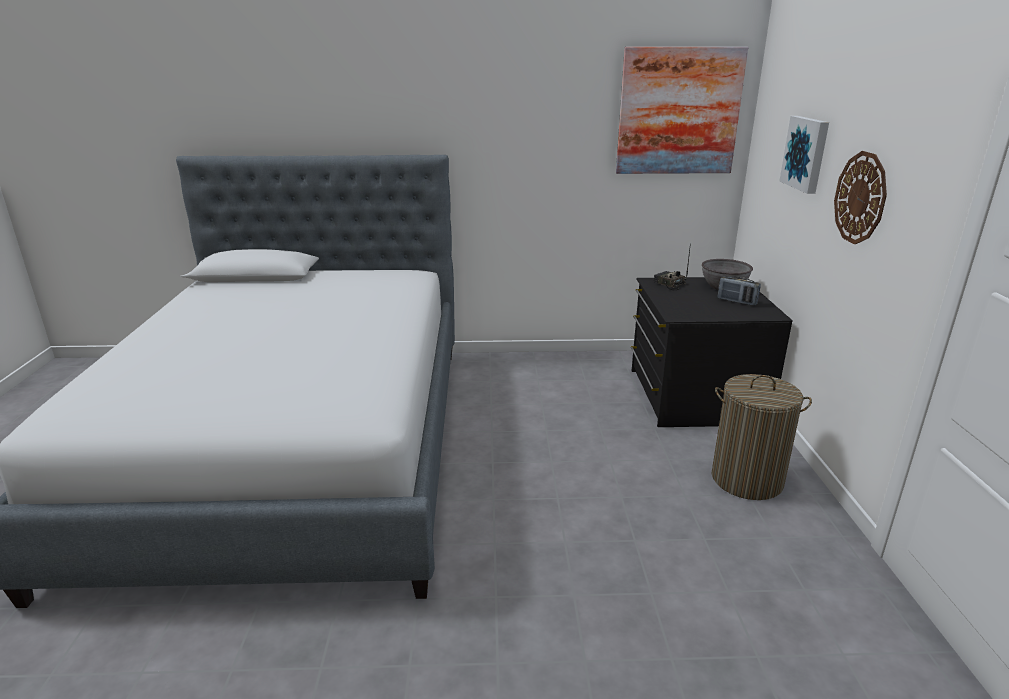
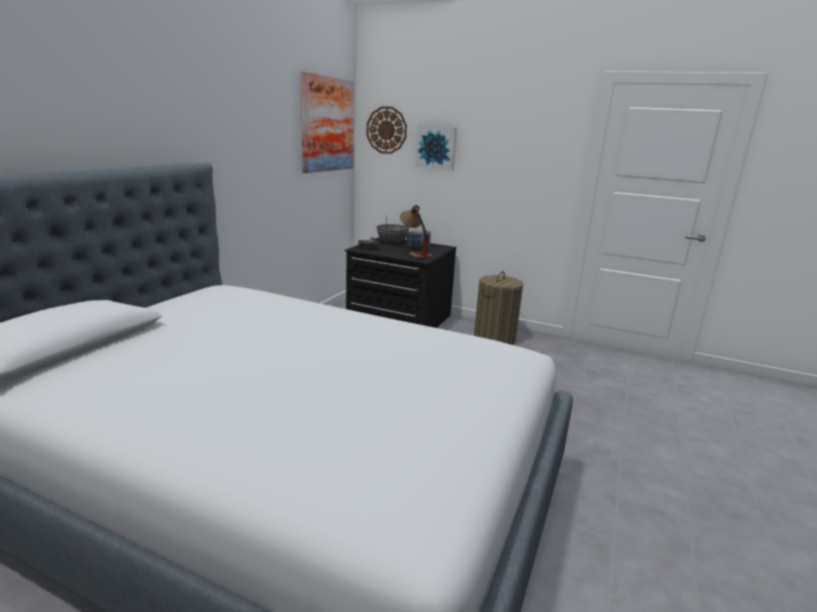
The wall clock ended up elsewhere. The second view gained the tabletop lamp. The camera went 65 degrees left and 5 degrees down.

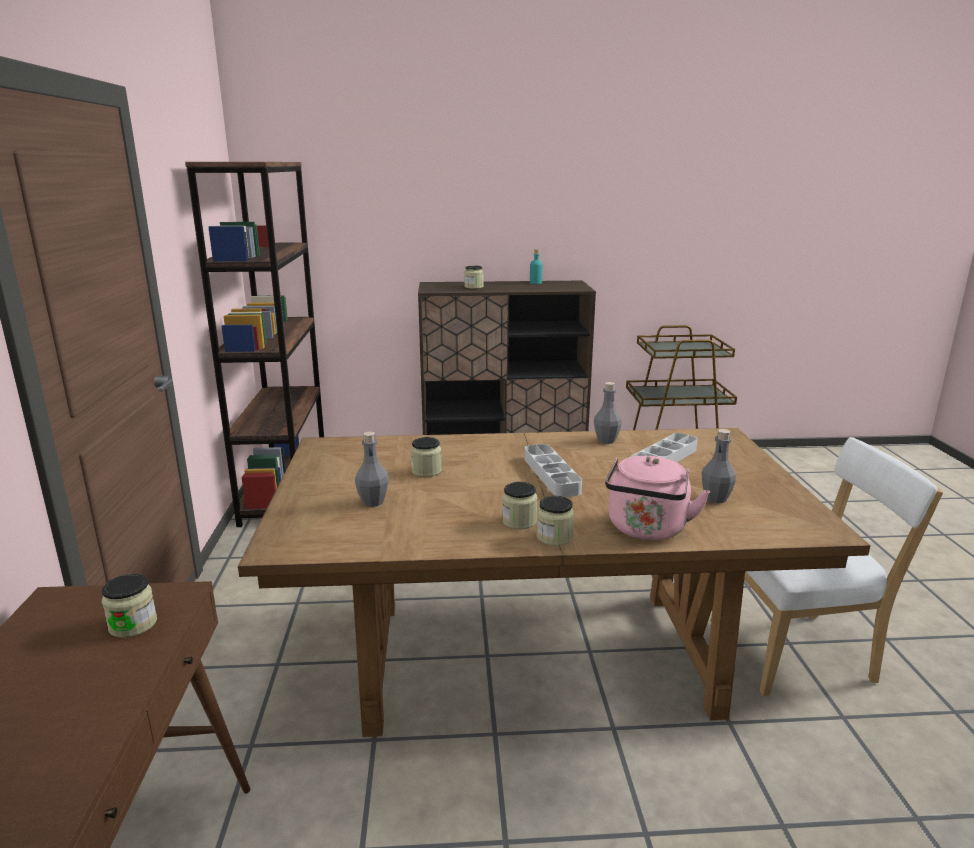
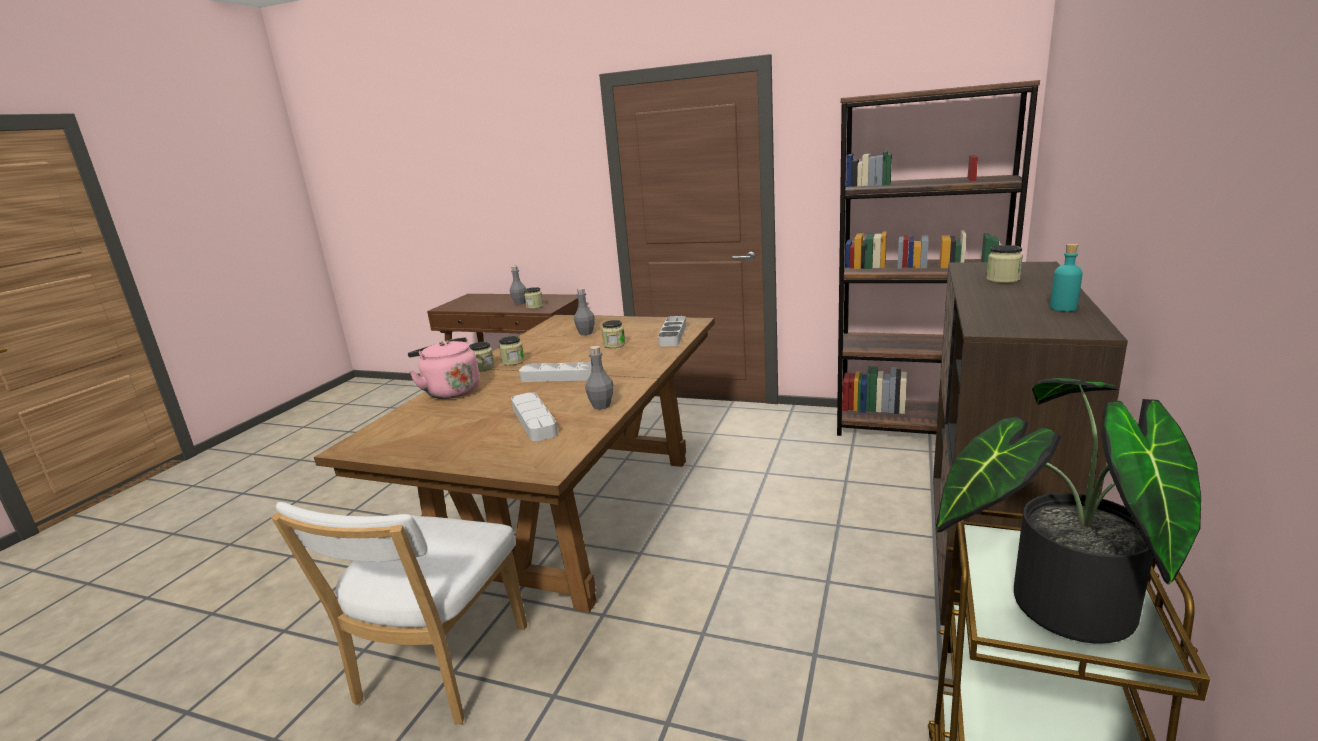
The bottle/gray (3rd from left in the first image) ended up elsewhere. The second view gained the serving tray/gray (3rd from left). The second view gained the houseplant. The camera went 115 degrees right and 0 degrees up.

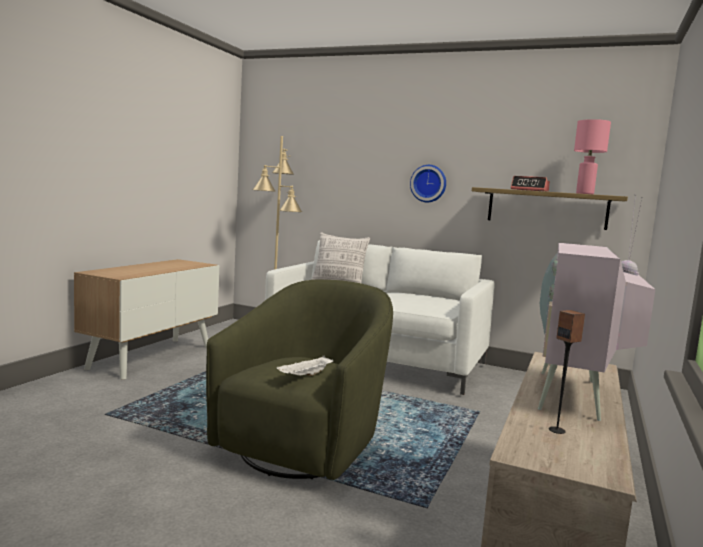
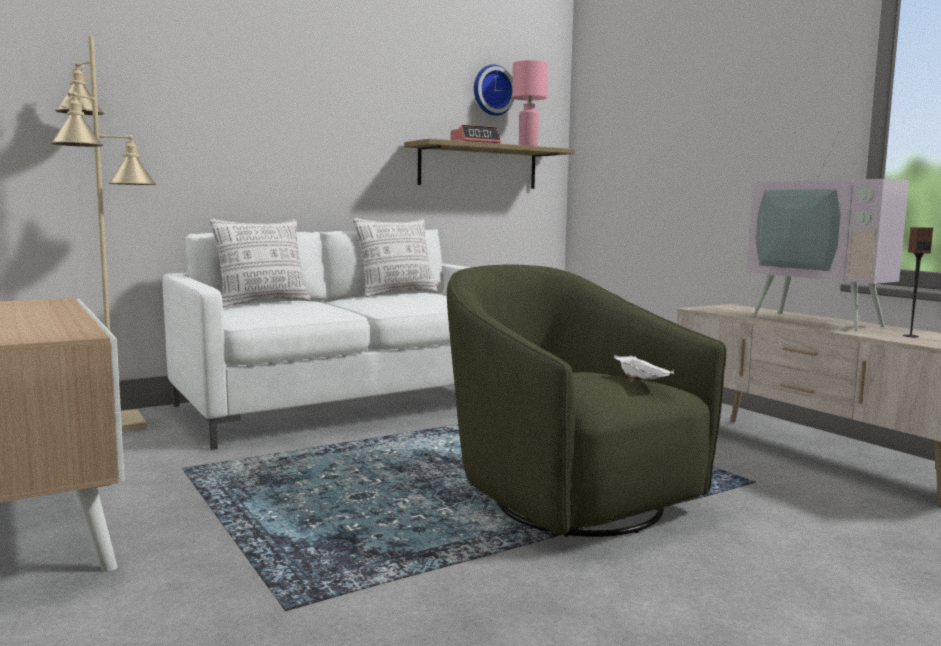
The wall clock ended up elsewhere. The second view gained the pillow (2nd from left). The camera went 55 degrees left and 0 degrees up.

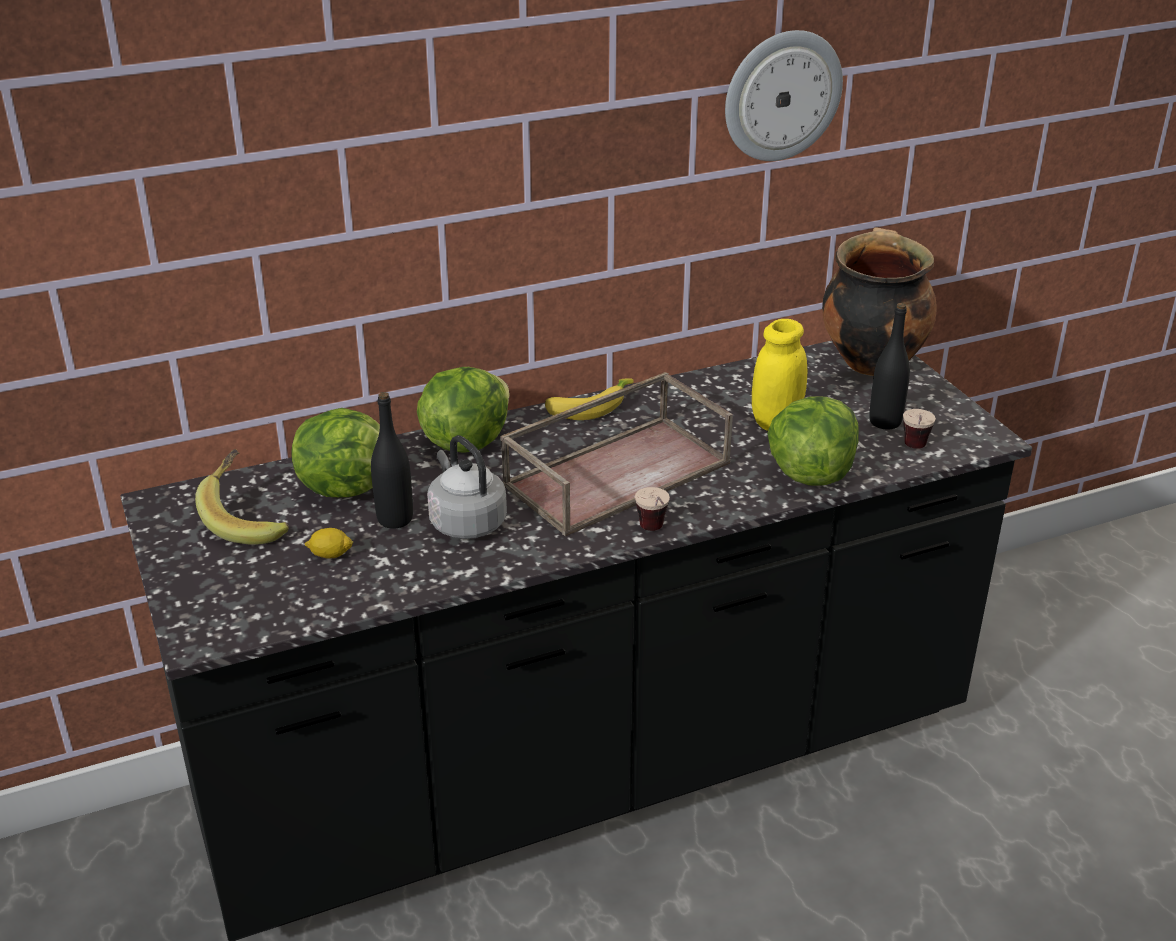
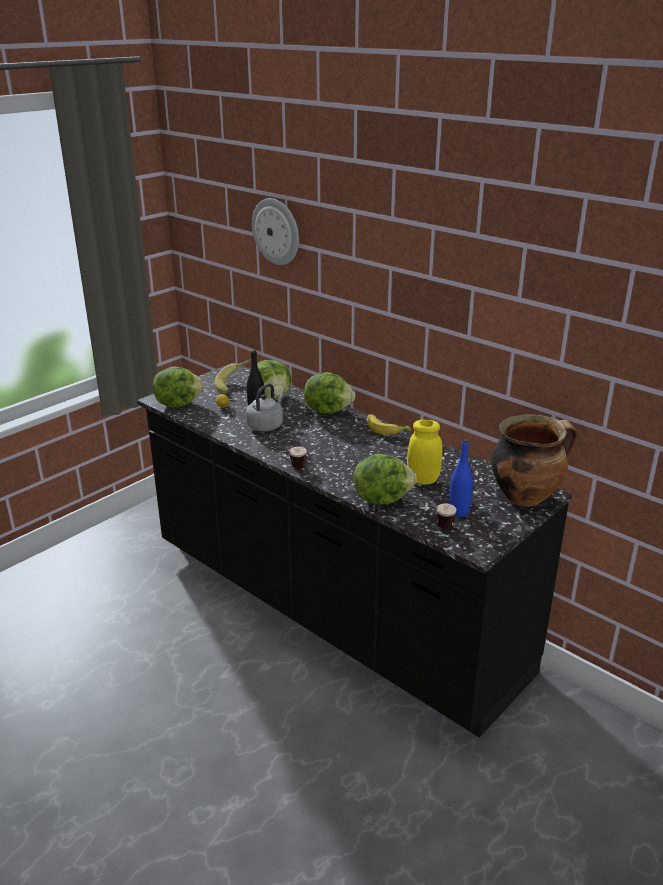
The second view lost the serving tray/brown-coloured. The wall clock ended up elsewhere. What was the bottle/black (2nd from left) turned into the bottle/bluish. The second view gained the lettuce head (1st from left). The camera went 65 degrees right and 5 degrees down.

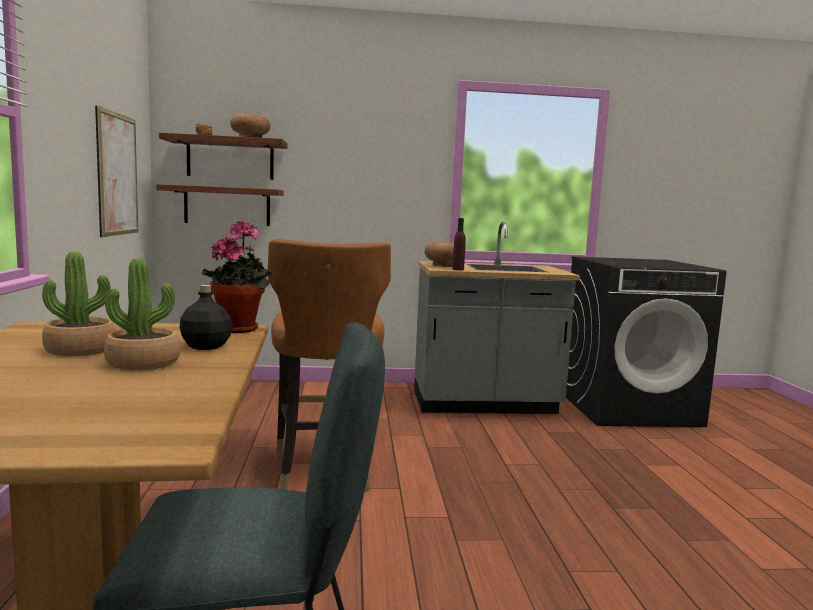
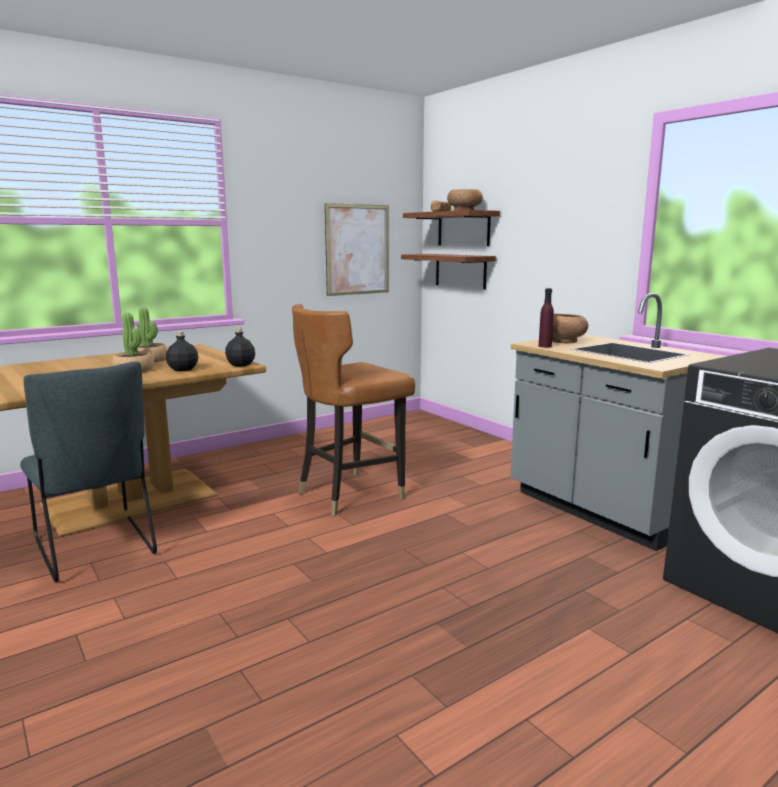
Where the houseplant (3rd from left) stood, the bottle/black (2nd from left) came to stand. The camera went 60 degrees right and 5 degrees up.

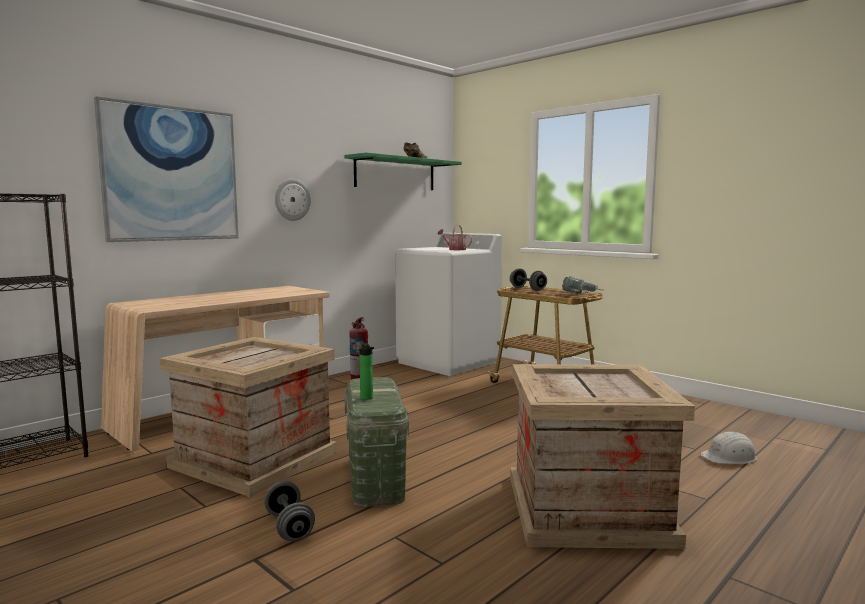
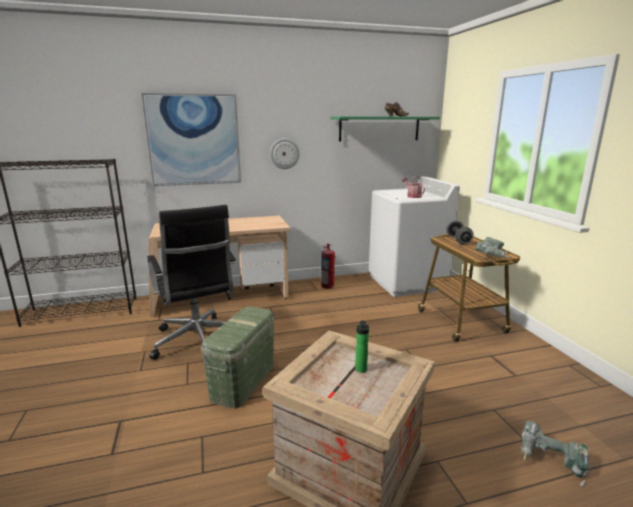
Where the shipping crate (1st from left) stood, the office chair/black came to stand. The second view lost the free weight/gray (1st from left). The bottle ended up elsewhere. Where the hard hat/white-coloured stood, the drill (2nd from left) came to stand. The camera went 30 degrees right and 10 degrees up.

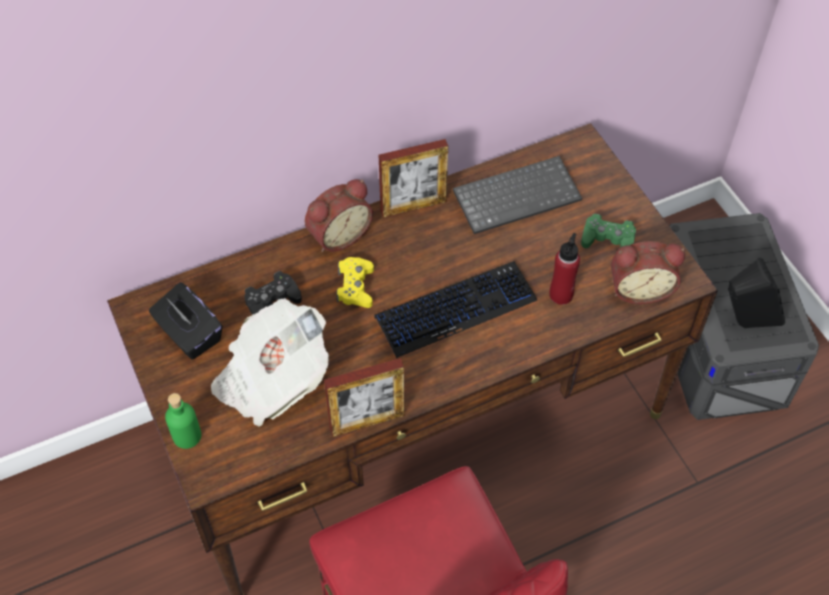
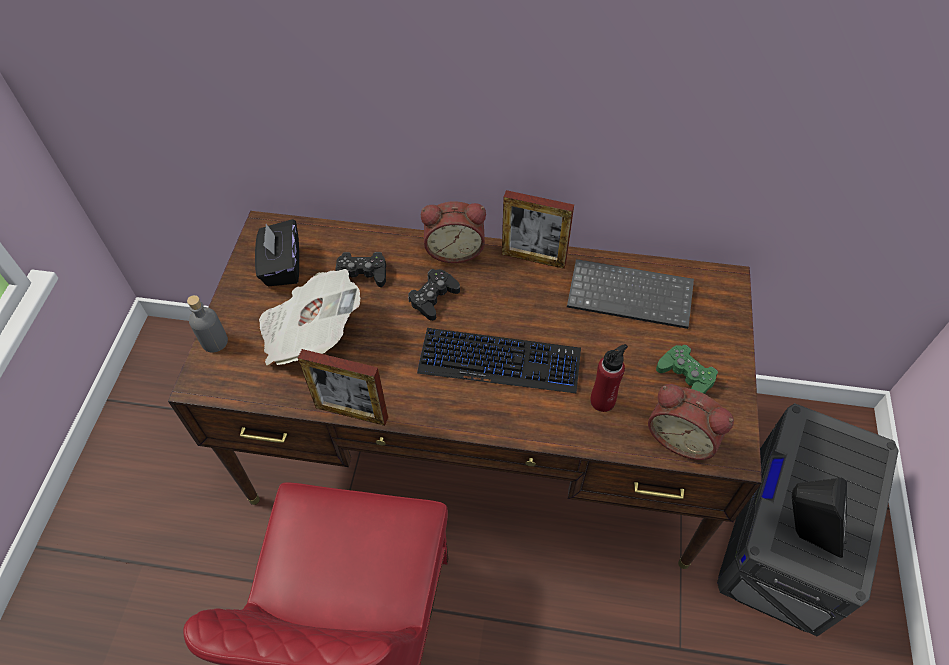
What was the bottle/green turned into the bottle/gray. What was the gamepad/yellowish turned into the gamepad/black (2nd from left). The camera went 35 degrees right and 0 degrees up.

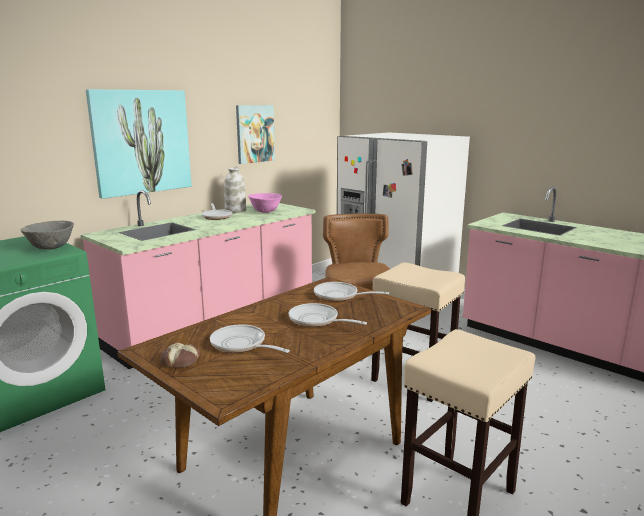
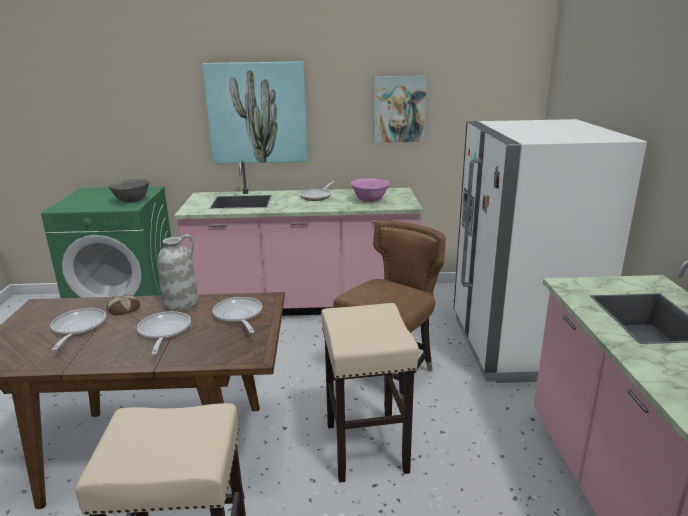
The baked bread ended up elsewhere. The vase/white-coloured ended up elsewhere. The camera went 45 degrees right and 5 degrees up.

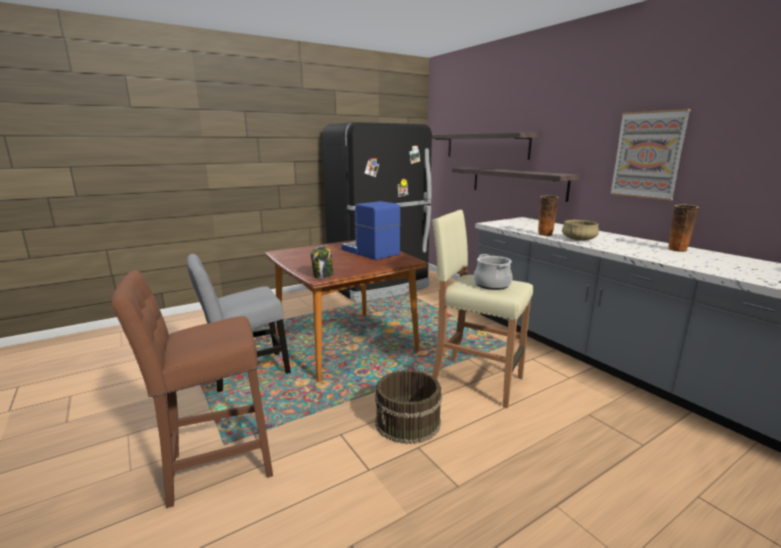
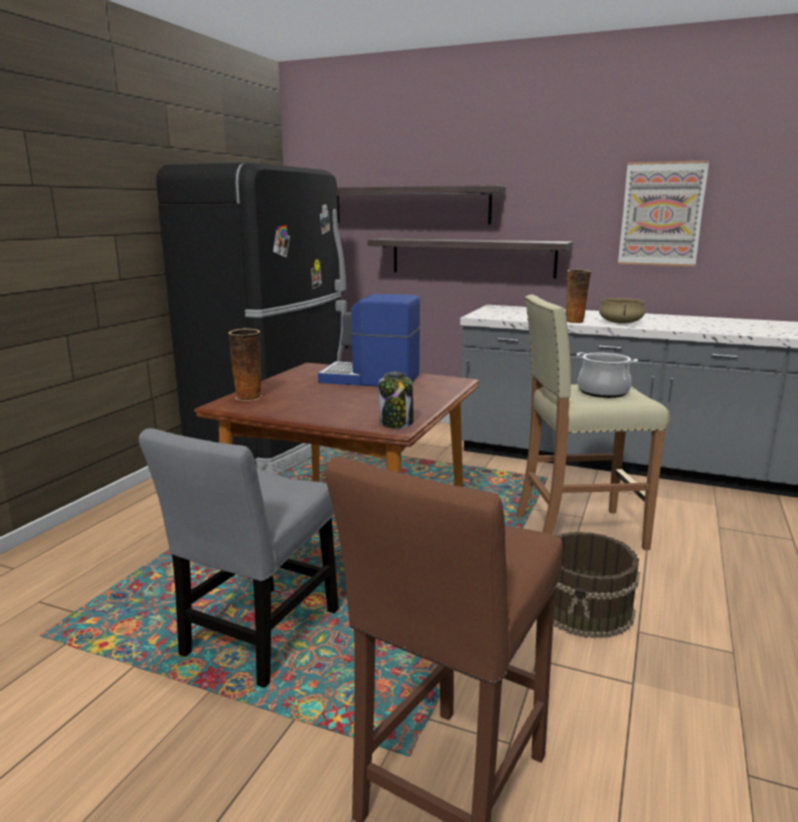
The vase (2nd from left in the first image) ended up elsewhere. The camera went 35 degrees left and 0 degrees up.

